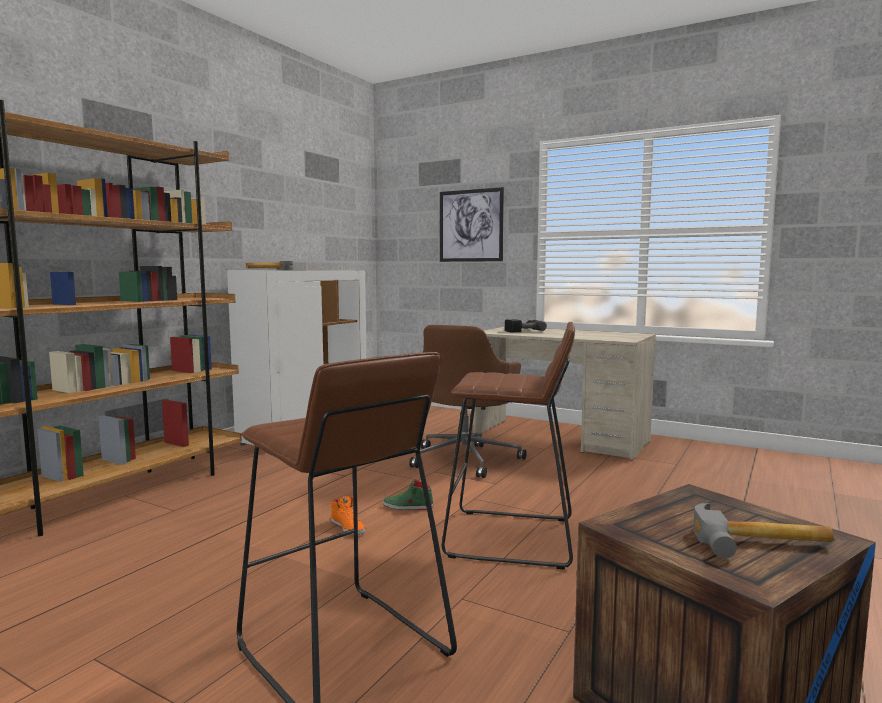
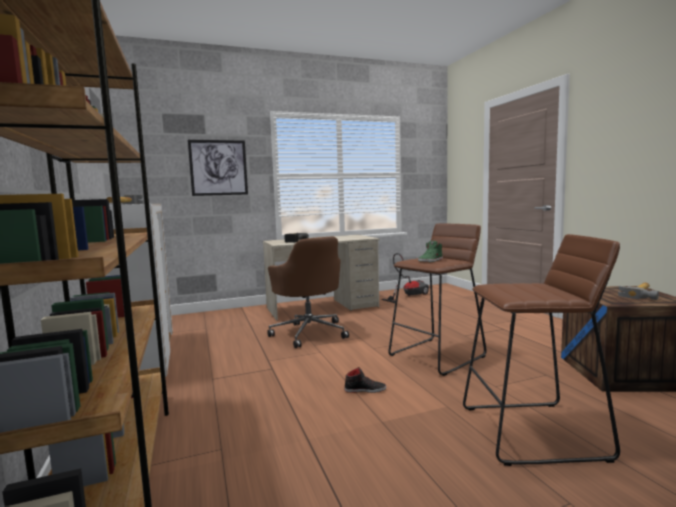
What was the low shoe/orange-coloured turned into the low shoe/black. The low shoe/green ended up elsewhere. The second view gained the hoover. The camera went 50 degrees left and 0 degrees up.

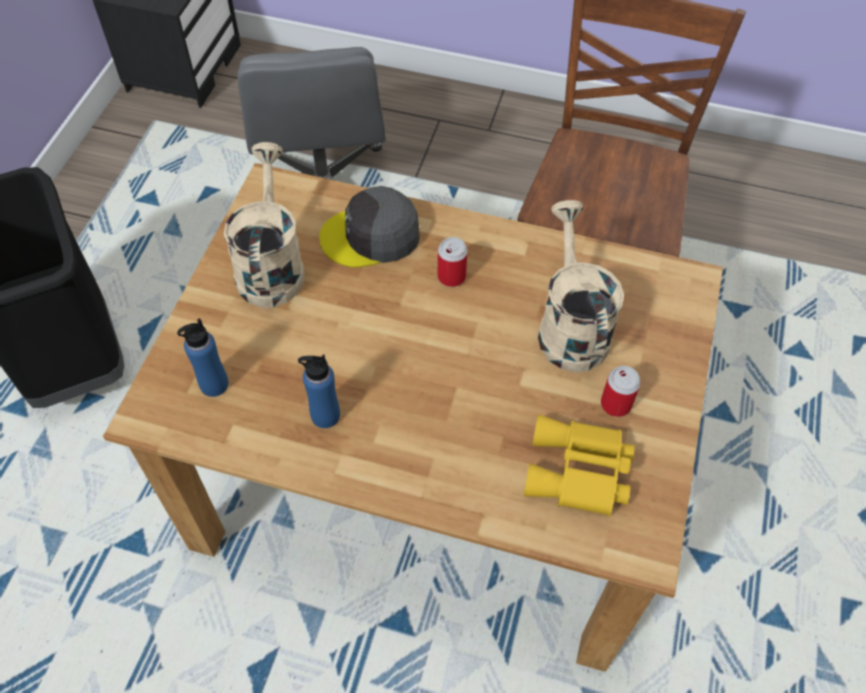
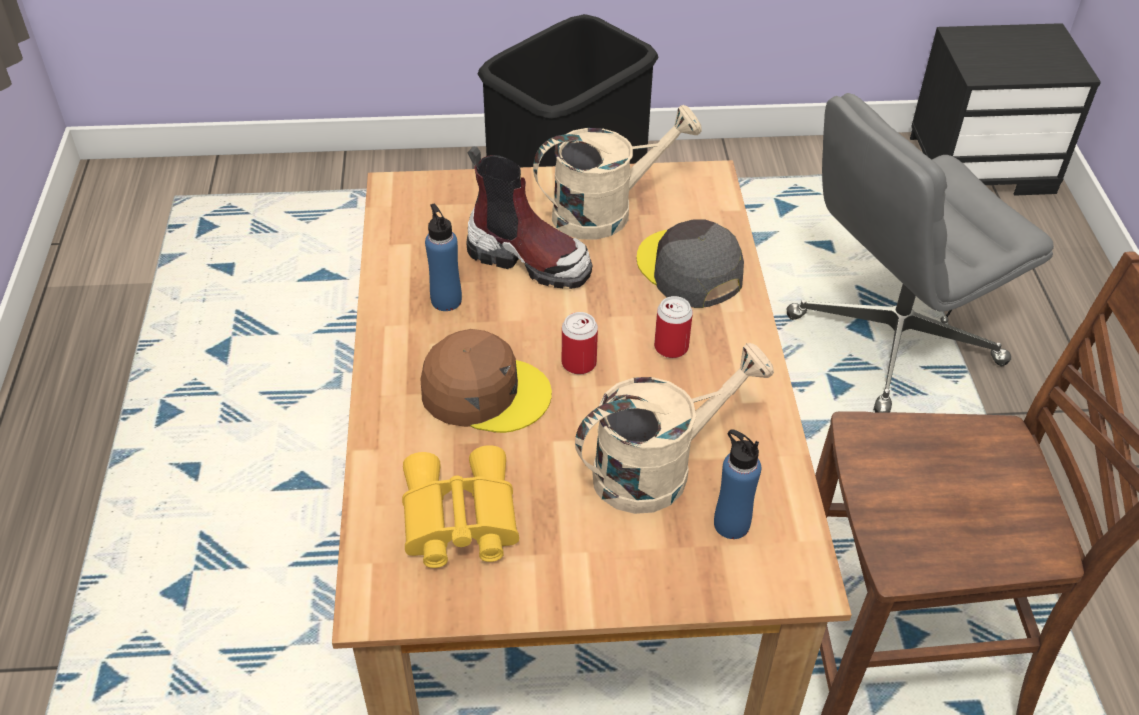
The bottle/bluish (1st from left in the first image) ended up elsewhere. The can (2nd from left in the first image) ended up elsewhere. The second view gained the cap/brown-coloured. The second view gained the tall boot. The camera went 70 degrees right and 10 degrees down.

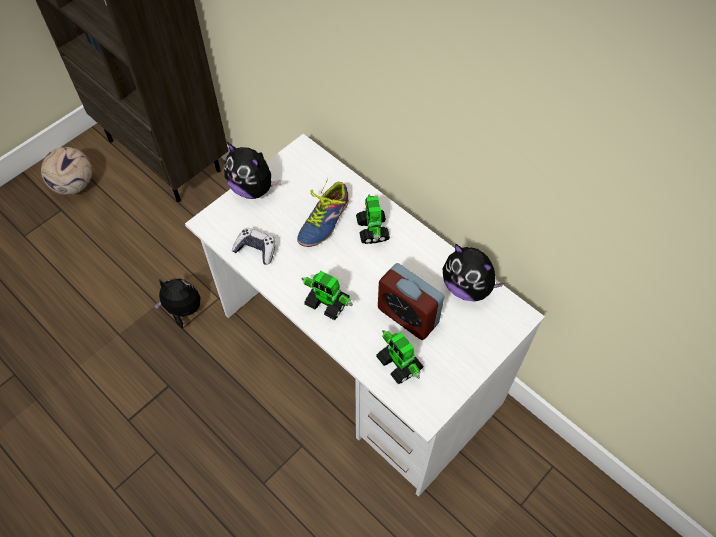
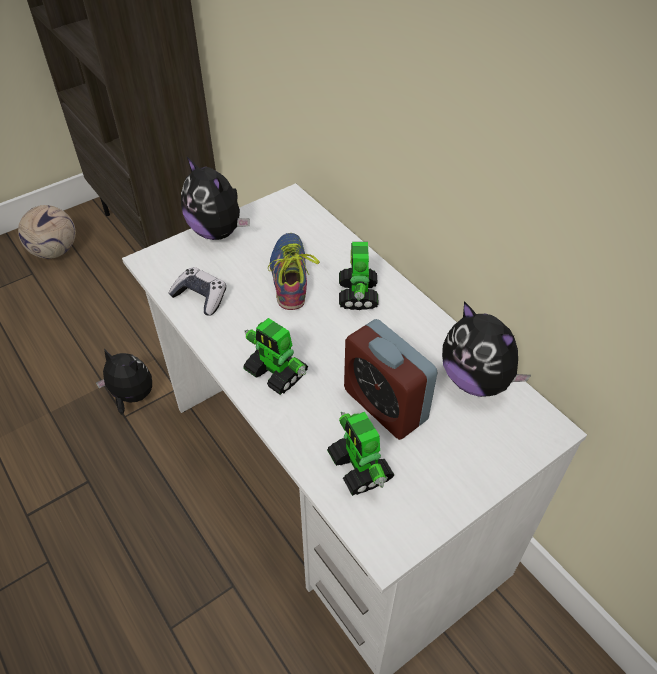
The low shoe ended up facing another way, 135 degrees clockwise from before. The camera went 10 degrees right and 10 degrees down.

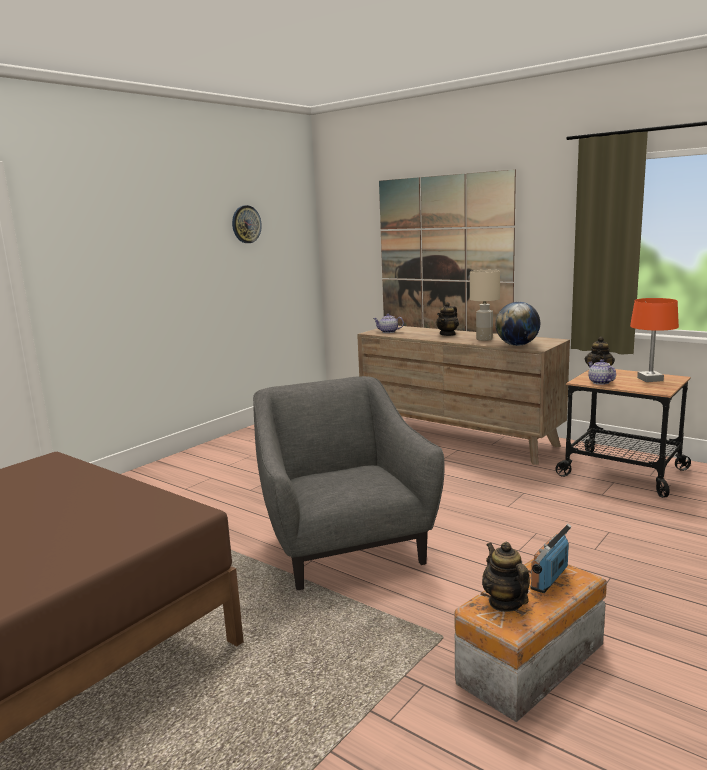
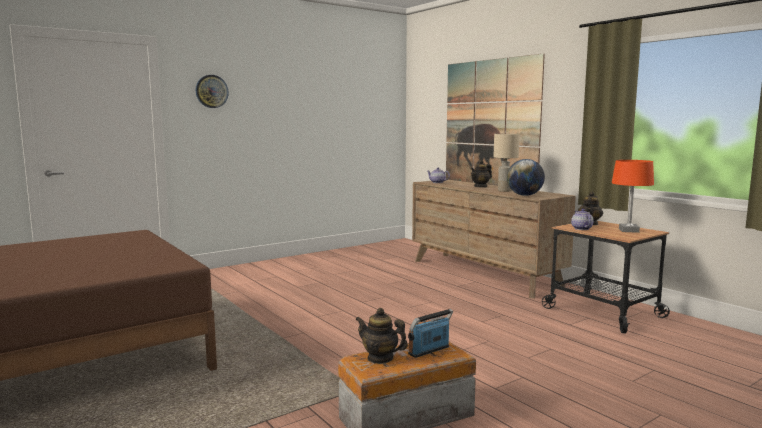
The wall clock ended up elsewhere. The second view lost the armchair/gray. The teapot (3rd from left in the first image) ended up facing another way, 60 degrees counterclockwise from before. The camera went 15 degrees right and 5 degrees down.

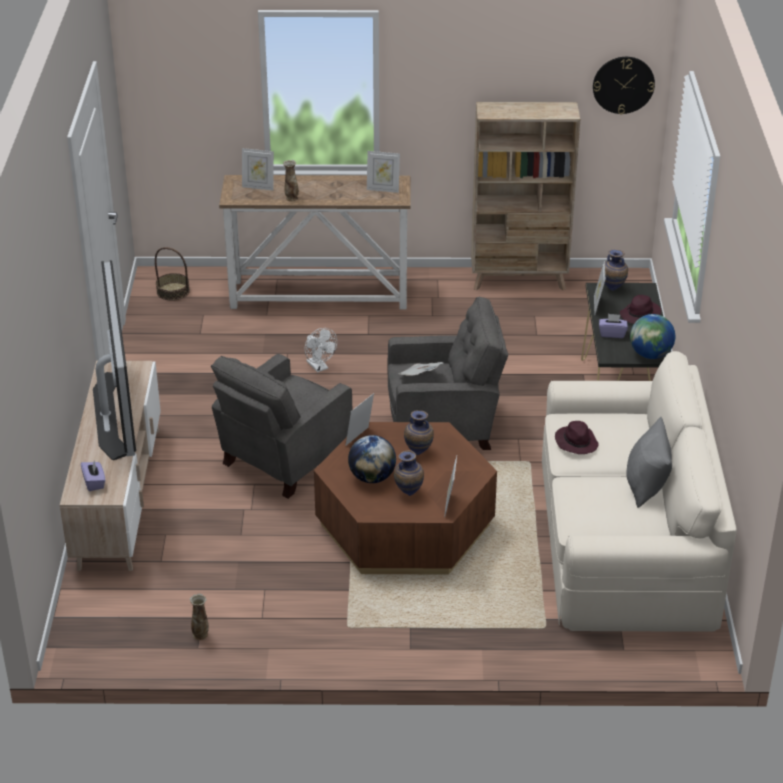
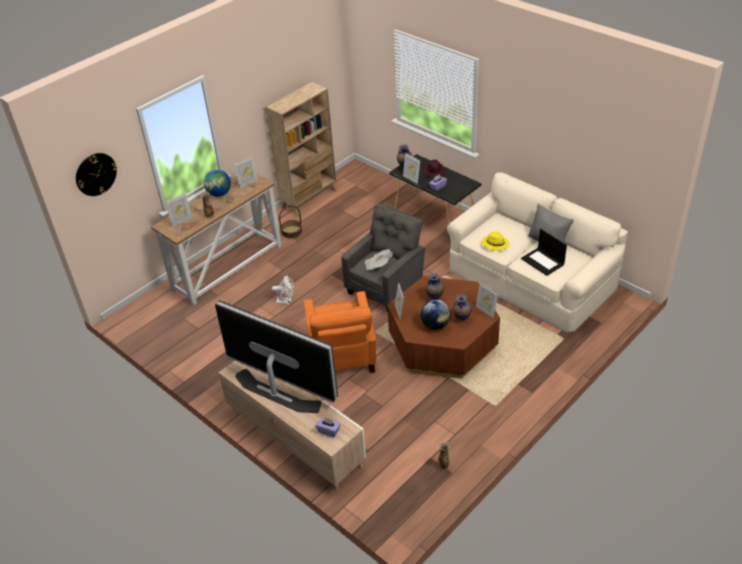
The basket ended up elsewhere. What was the armchair/gray (1st from left) turned into the armchair/orange-coloured. What was the clothing hat/purplish (1st from left) turned into the clothing hat/yellowish. The wall clock ended up elsewhere. The globe (2nd from left in the first image) ended up elsewhere. The second view gained the notebook computer. The camera went 45 degrees left and 5 degrees up.

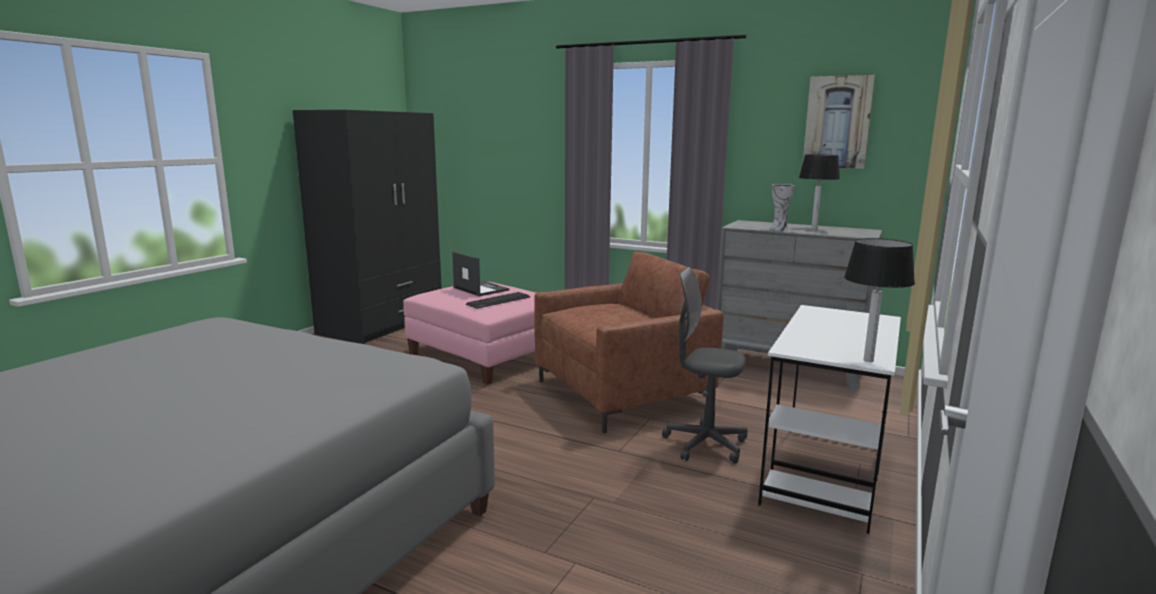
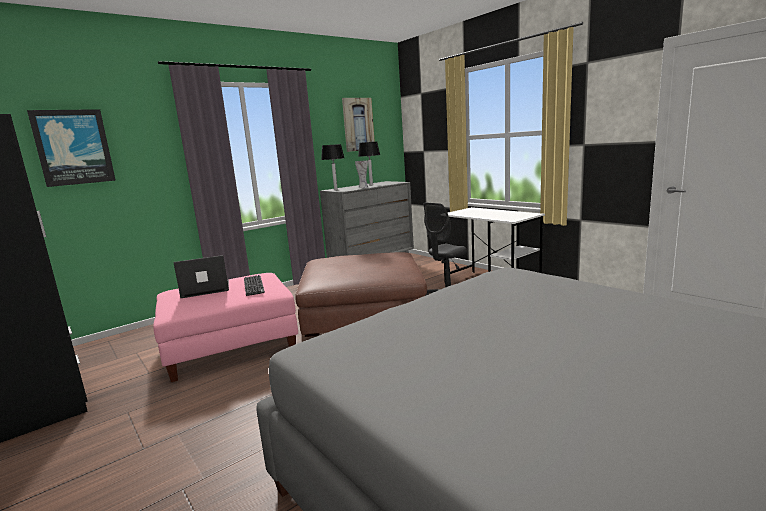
Where the armchair/brown-coloured stood, the pouffe/brown-coloured came to stand. The tabletop lamp (2nd from left in the first image) ended up elsewhere. The second view gained the picture (1st from left). The camera went 65 degrees left and 0 degrees up.

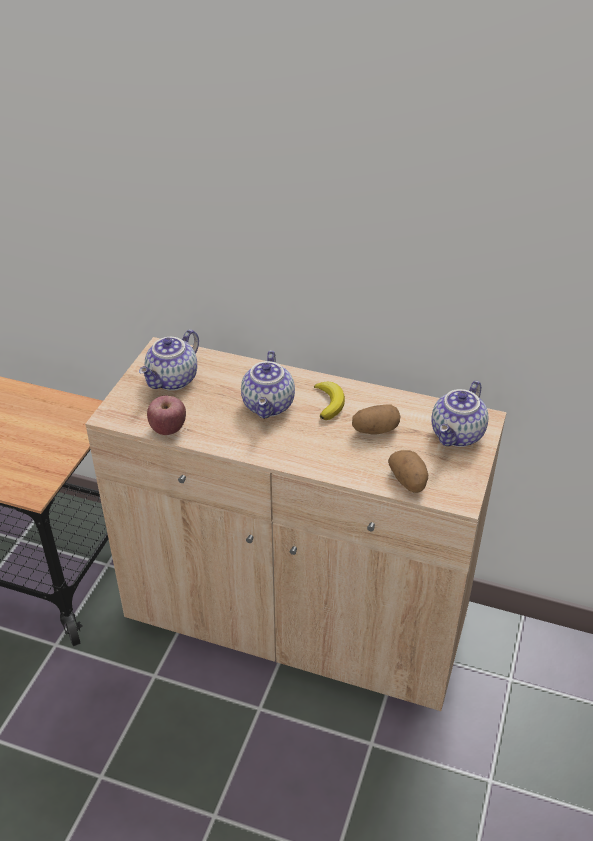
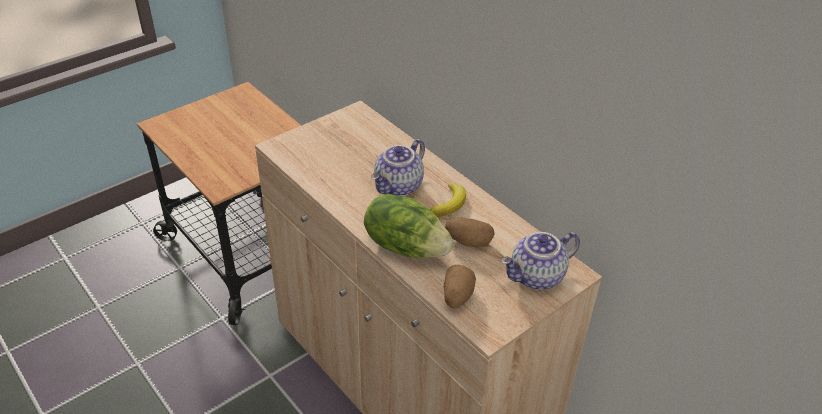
The second view lost the teapot (1st from left). The second view lost the whole apple. The second view gained the lettuce head. The camera went 30 degrees right and 0 degrees up.

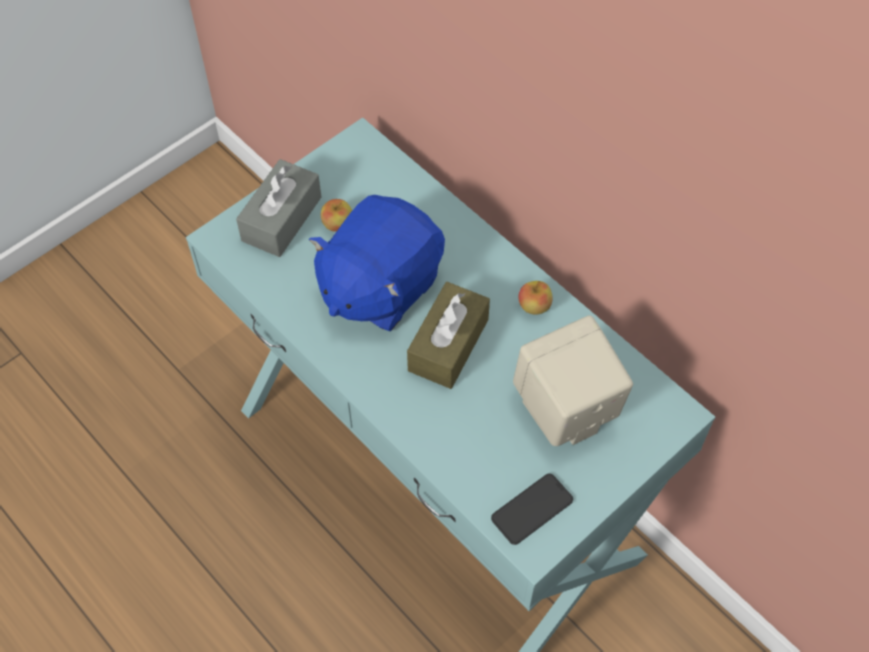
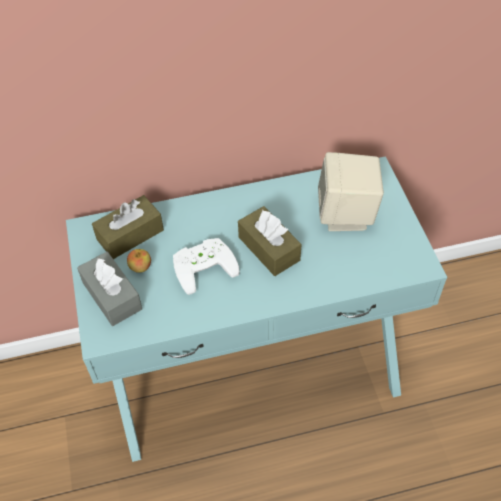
Where the cuddly toy/bluish stood, the gamepad/white-coloured came to stand. The second view lost the handset. The second view lost the whole apple (2nd from left). The second view gained the tissue holder/brown-coloured (1st from left). The camera went 60 degrees left and 5 degrees down.

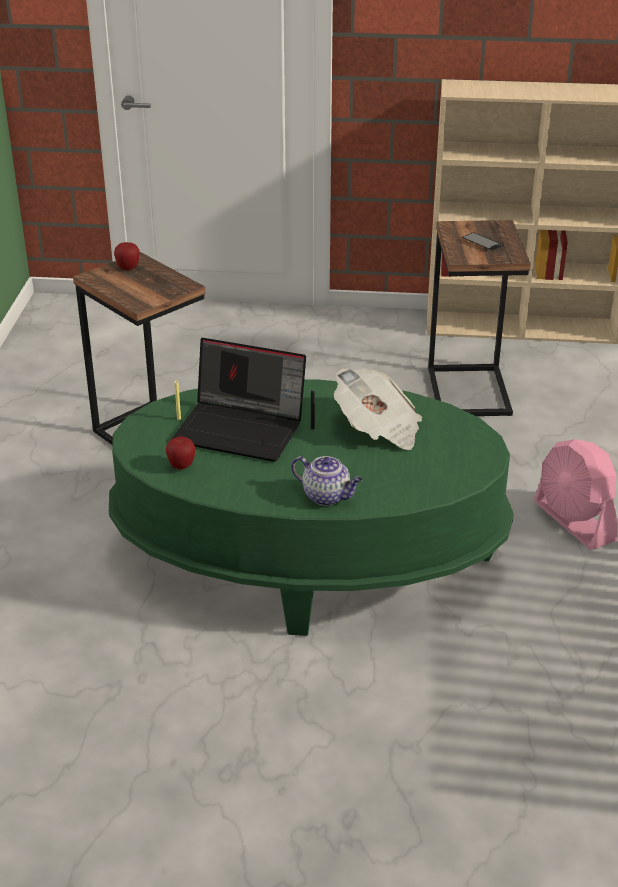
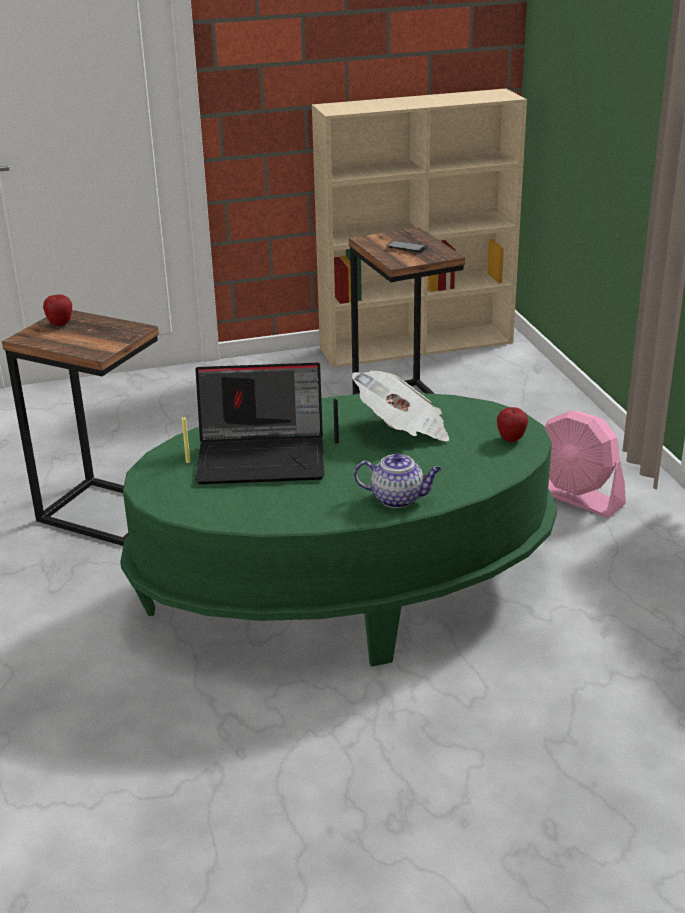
The whole apple (2nd from left) ended up elsewhere. The camera went 20 degrees left and 5 degrees down.

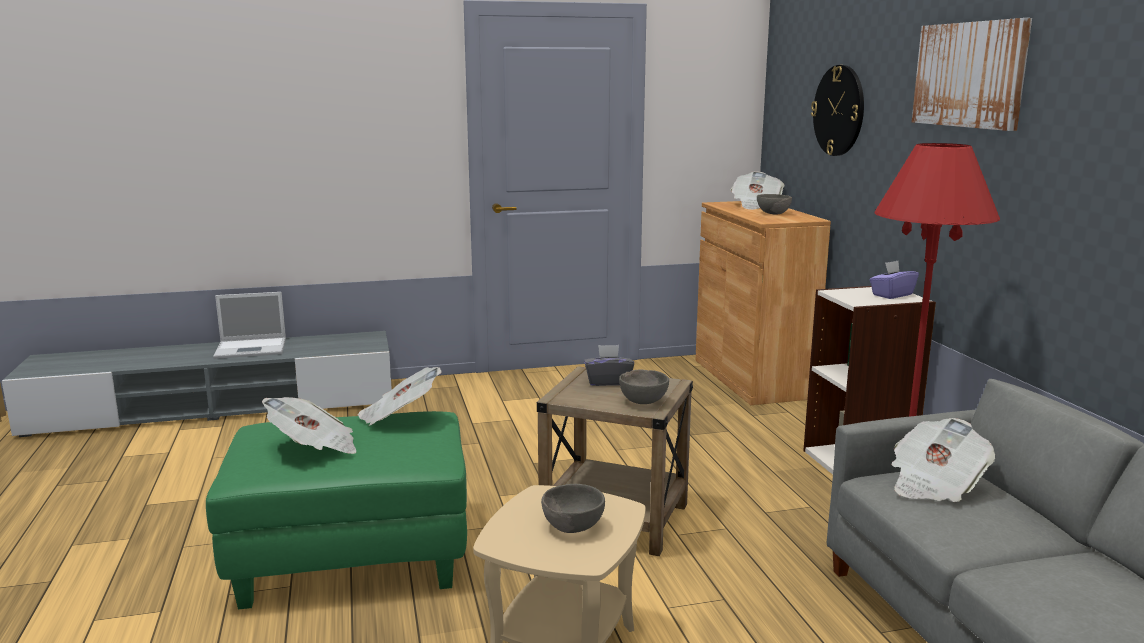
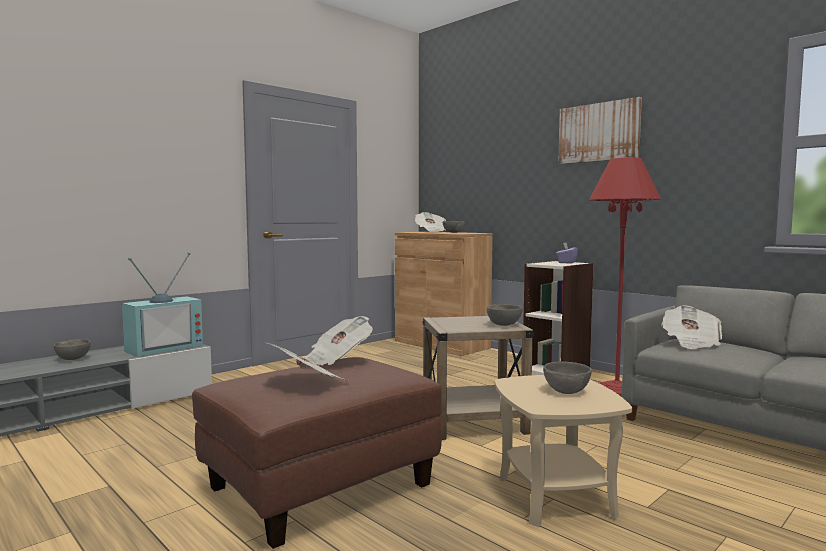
What was the pouffe/green turned into the pouffe/brown-coloured. Where the notebook computer stood, the deep dish/gray (1st from left) came to stand. The second view lost the tissue holder/gray. The second view lost the wall clock. The second view gained the TV. The camera went 30 degrees left and 10 degrees down.

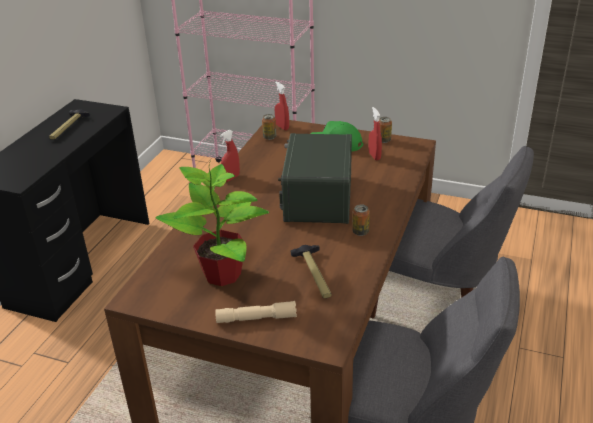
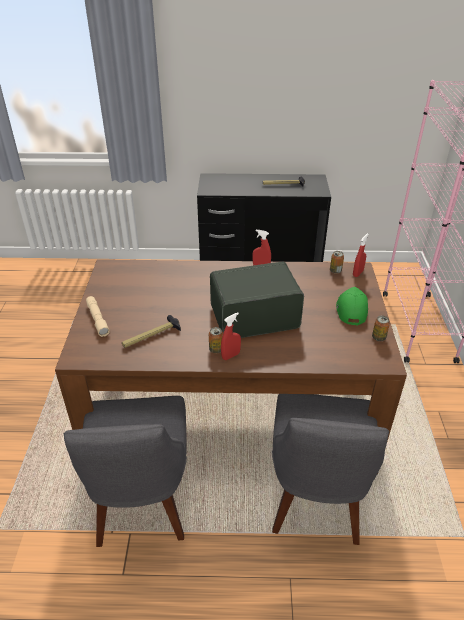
The second view lost the houseplant. The spray bottle/red (3rd from left in the first image) ended up elsewhere. The camera went 70 degrees right and 5 degrees up.

